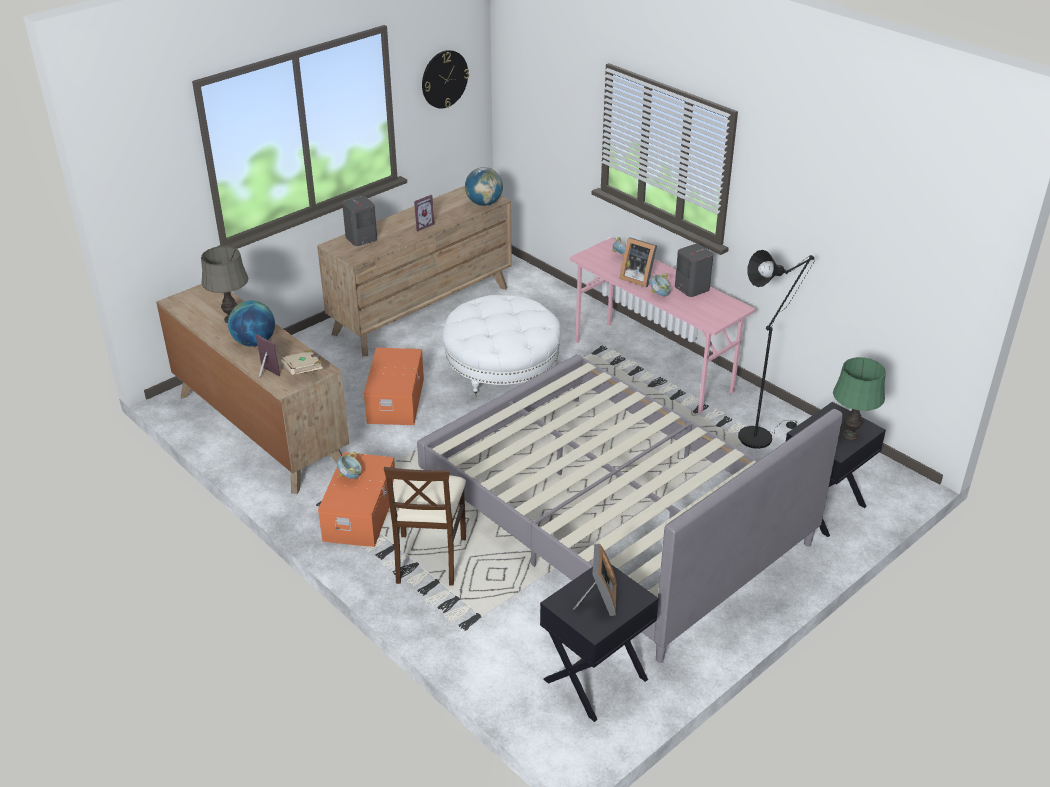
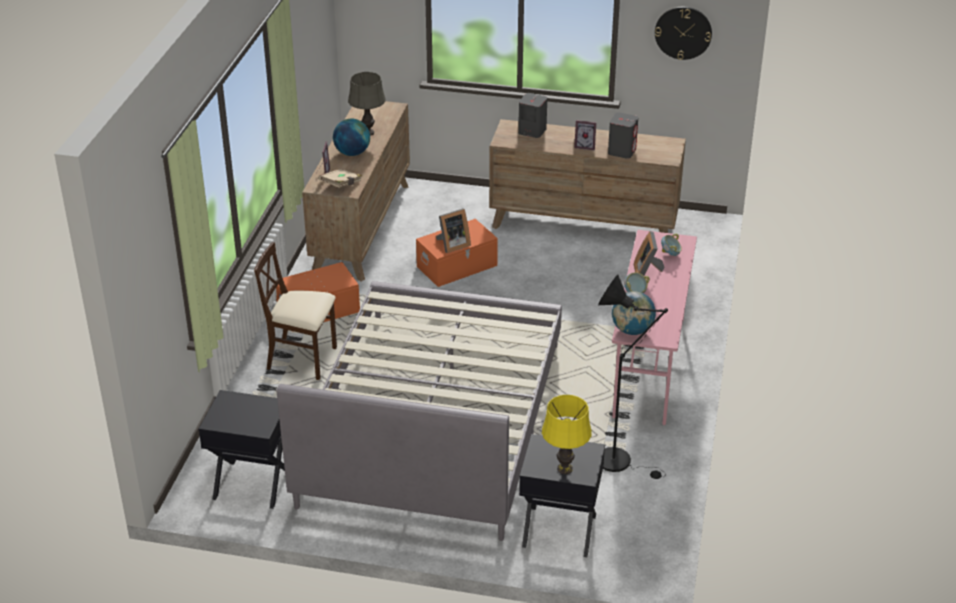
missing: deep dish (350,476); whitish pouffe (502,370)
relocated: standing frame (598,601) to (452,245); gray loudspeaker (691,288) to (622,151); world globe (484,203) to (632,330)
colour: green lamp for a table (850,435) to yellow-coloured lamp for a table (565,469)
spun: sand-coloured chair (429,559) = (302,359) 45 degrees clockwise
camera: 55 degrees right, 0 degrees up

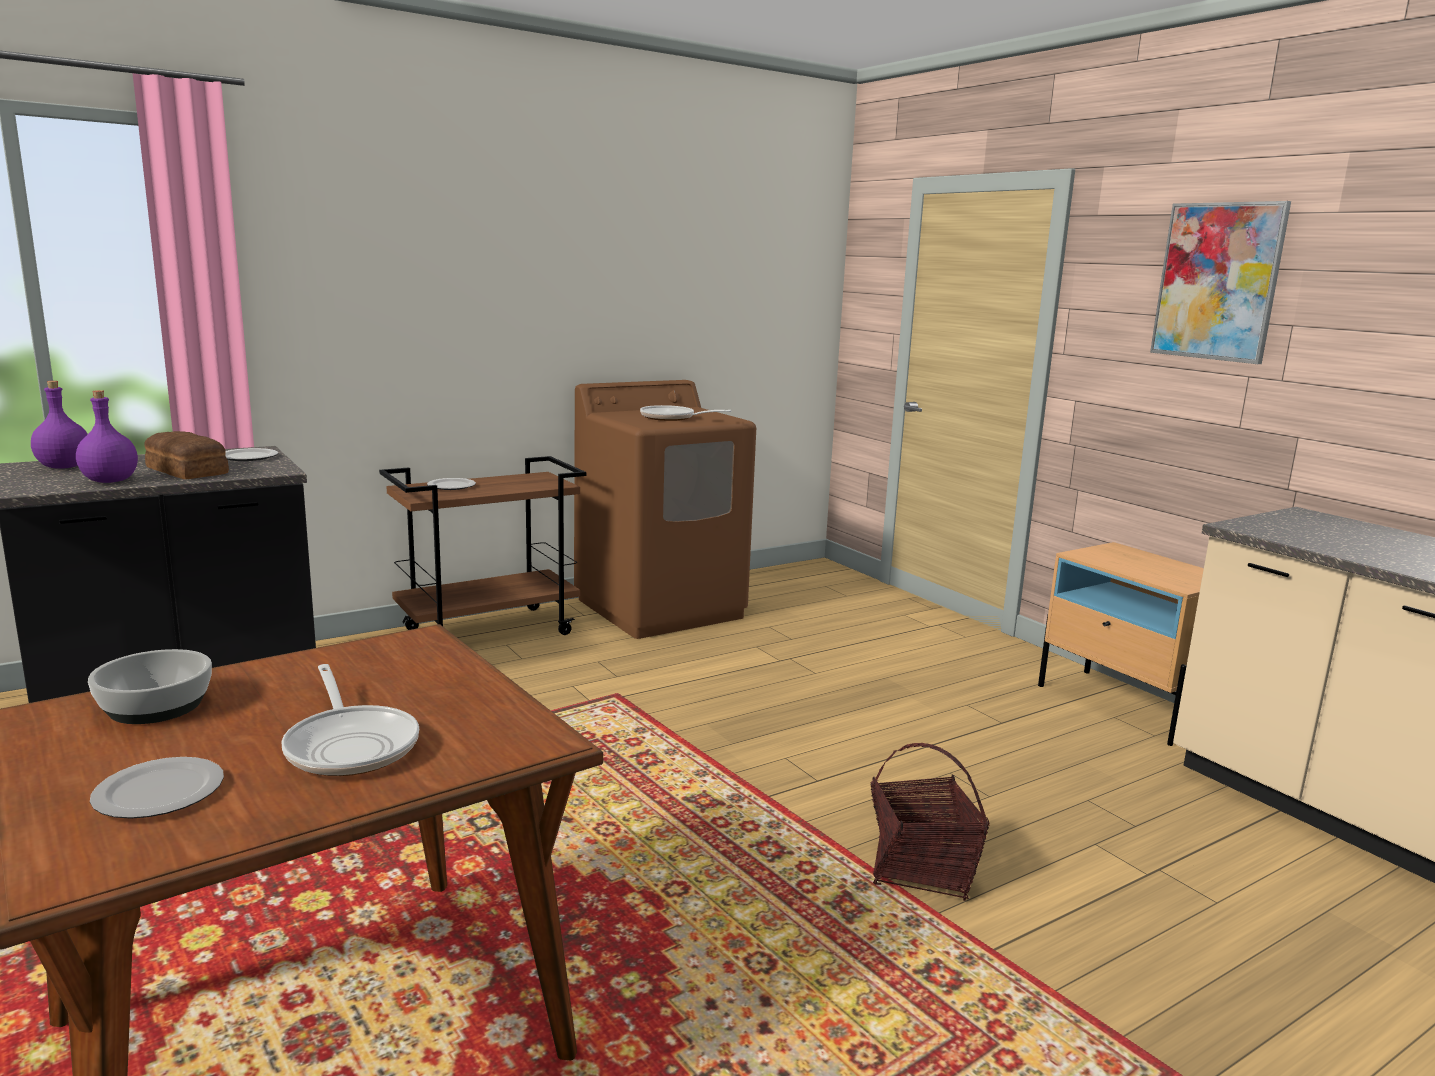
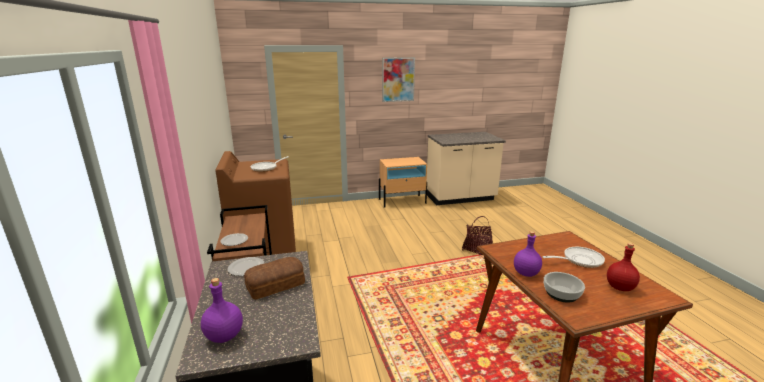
relocated: purple bottle (109,481) to (525,273)
exchanged: plate (159,793) to red-coloured bottle (620,287)
camera: 70 degrees left, 5 degrees up

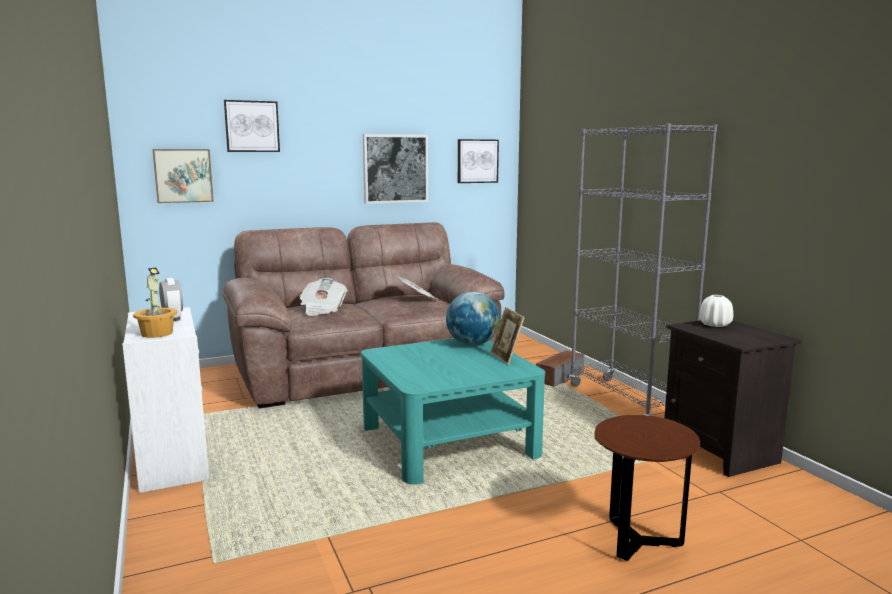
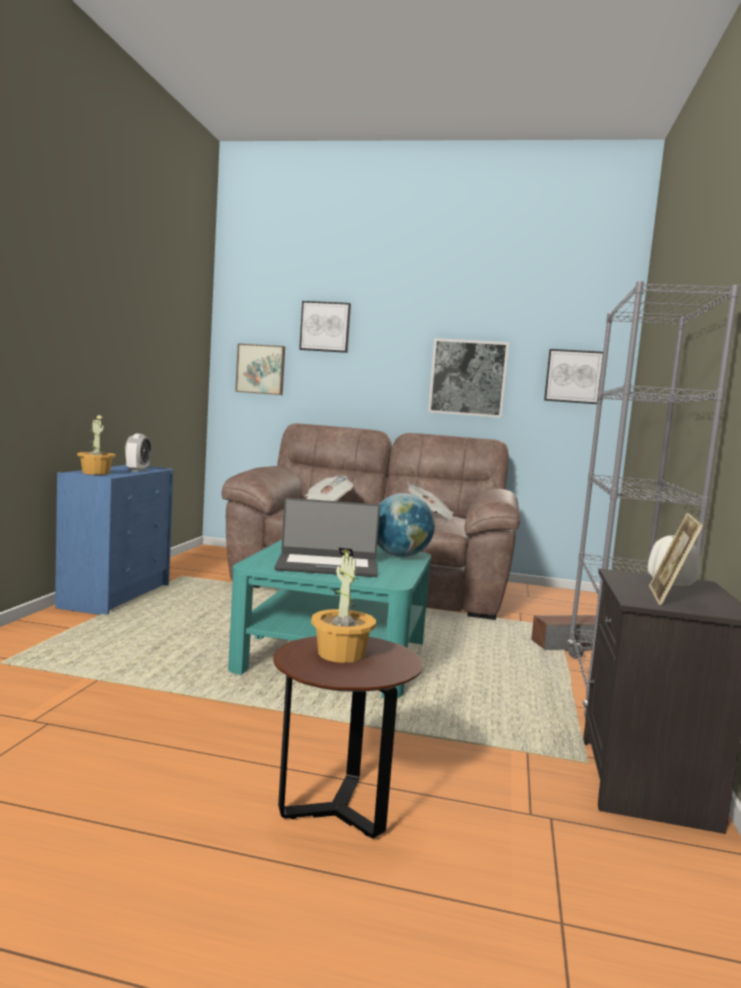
appeared: notebook computer (327,566); houseplant (341,654)
relocated: standing frame (506,358) to (668,598)
colour: whitish chest of drawers (172,457) to blue-coloured chest of drawers (117,595)
camera: 35 degrees right, 5 degrees down

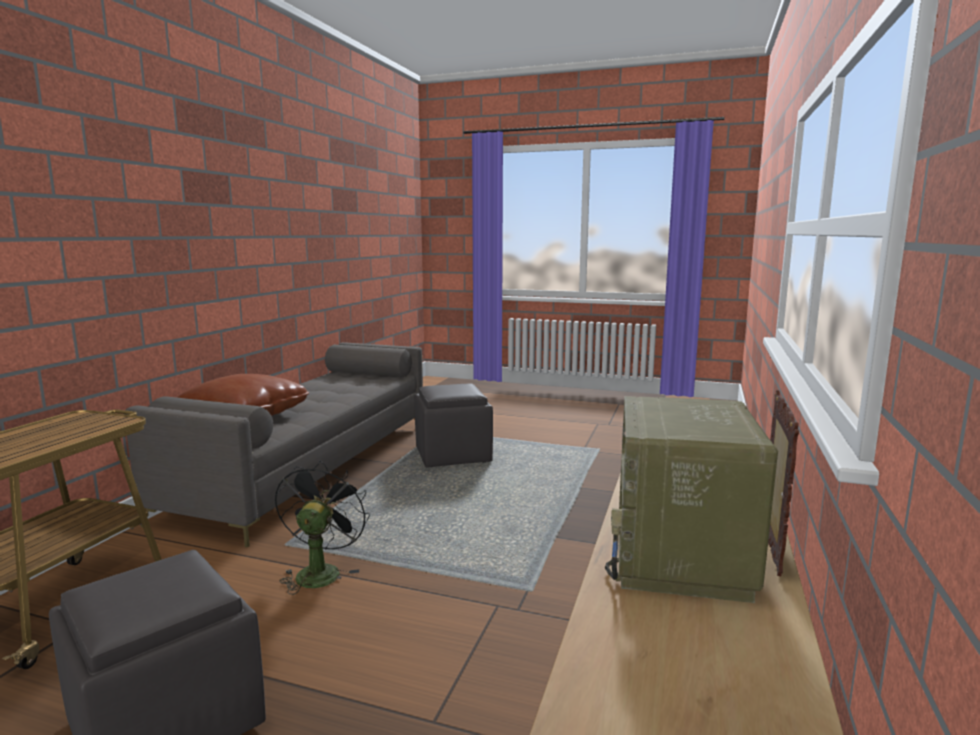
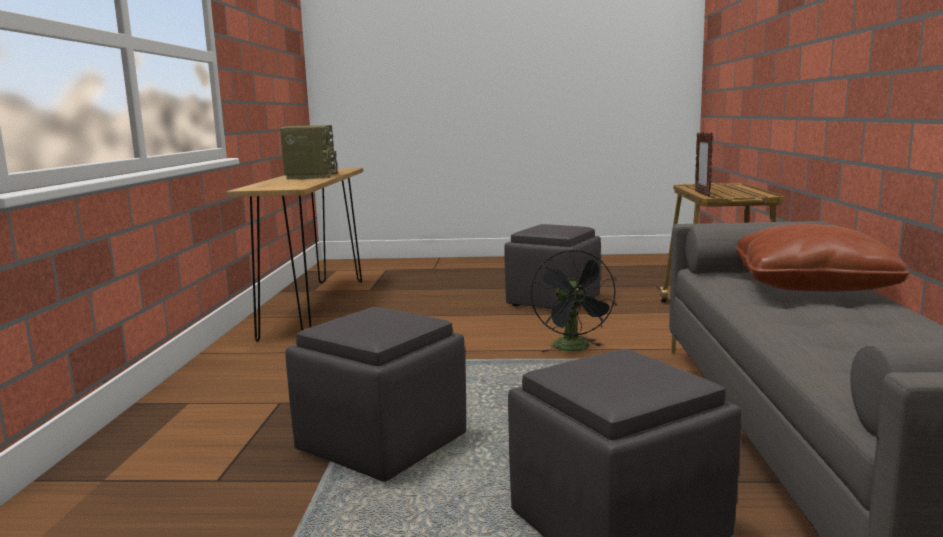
appeared: gray pouffe (380,444)
relocated: standing frame (770,549) to (702,194)
camera: 165 degrees right, 0 degrees up

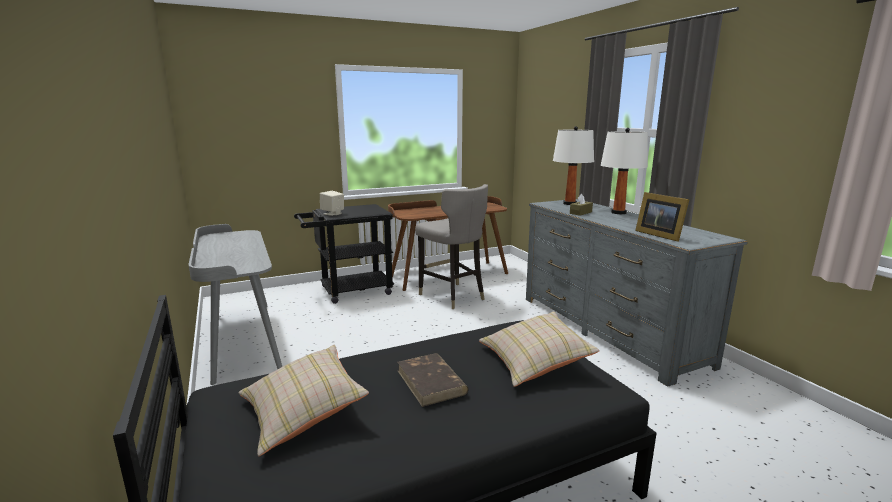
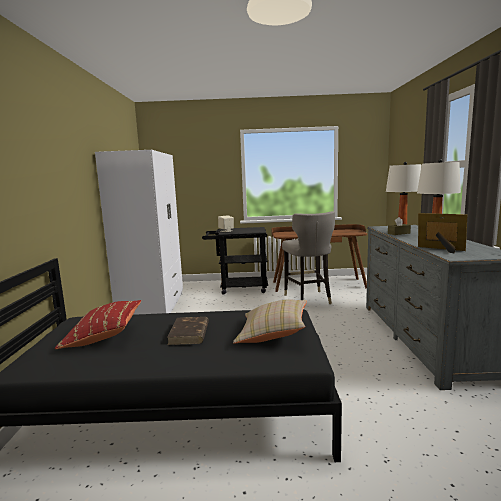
exchanged: gray desk (242,339) to whitish wardrobe (153,307)
colour: sand-coloured throw pillow (303,413) to red-coloured throw pillow (103,336)
spun: standing frame (658,235) = (441,249) 135 degrees clockwise
camera: 25 degrees right, 5 degrees down

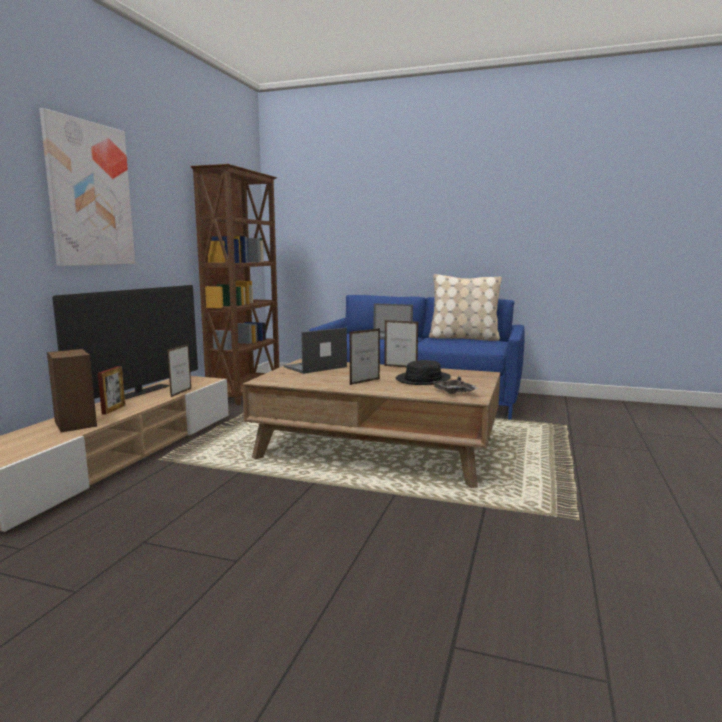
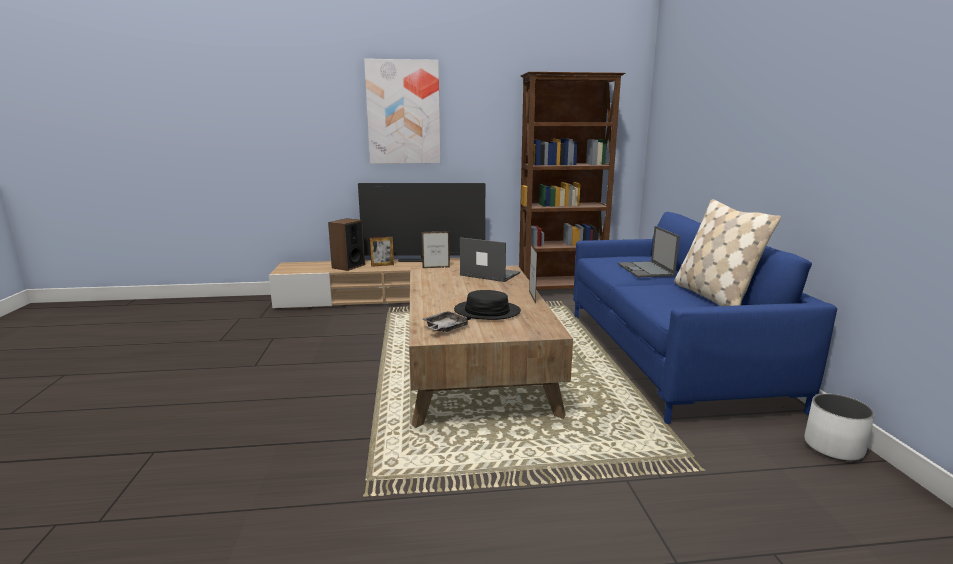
missing: standing frame (365,382)
appeared: whitish flower pot (834,448)
camera: 65 degrees right, 5 degrees up

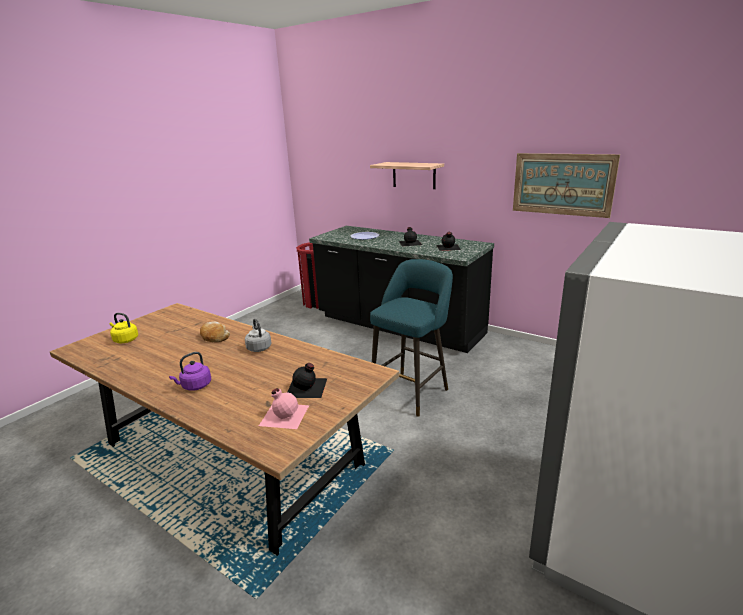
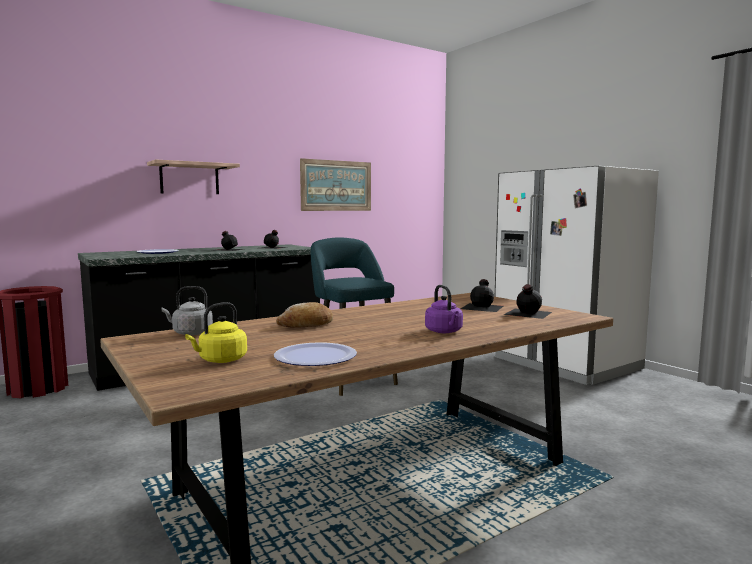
appeared: plate (315,357)
relocated: gray kettle (258,347) to (190,333)
colour: pink-coloured bottle (284,414) to black bottle (527,313)
camera: 70 degrees left, 15 degrees down

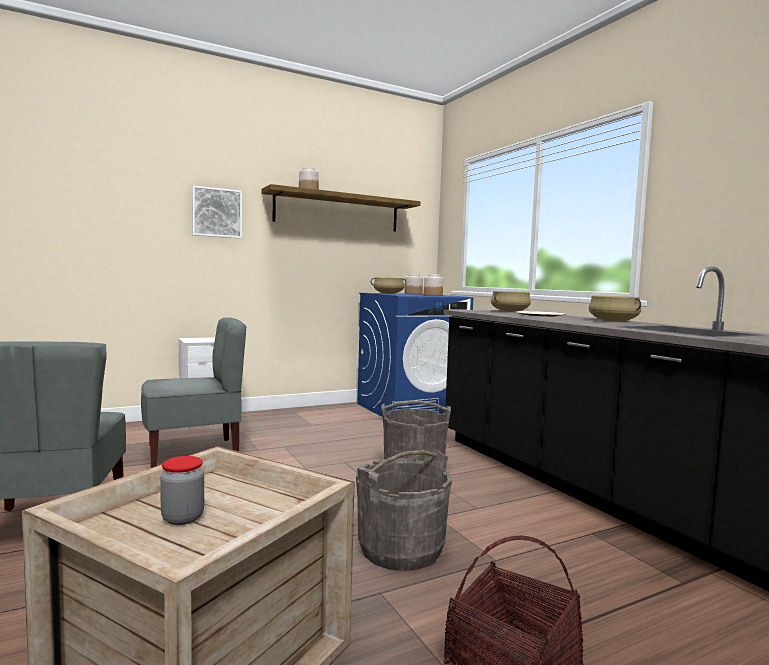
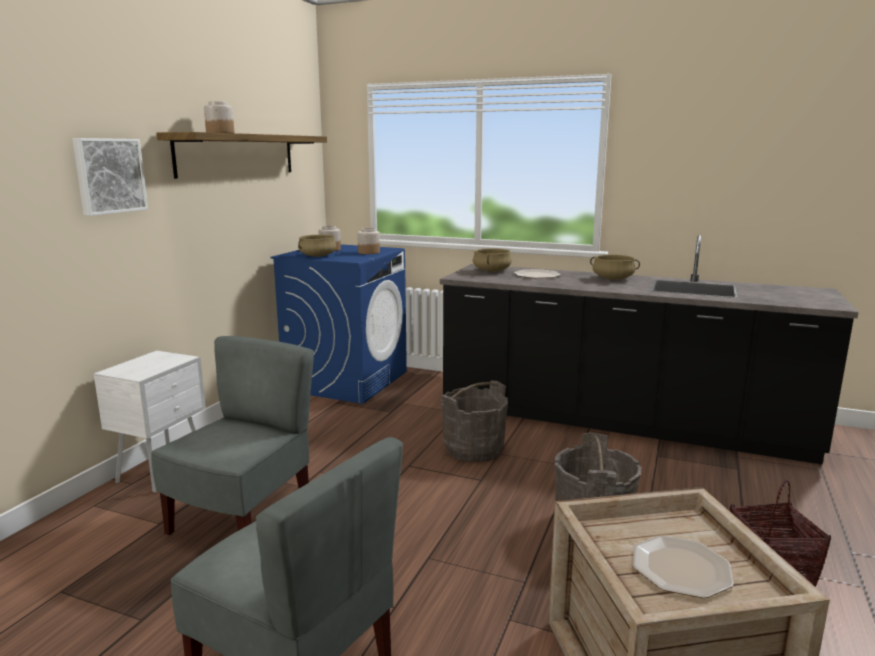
exchanged: storage jar (182,518) to plate (681,568)
camera: 40 degrees left, 10 degrees up

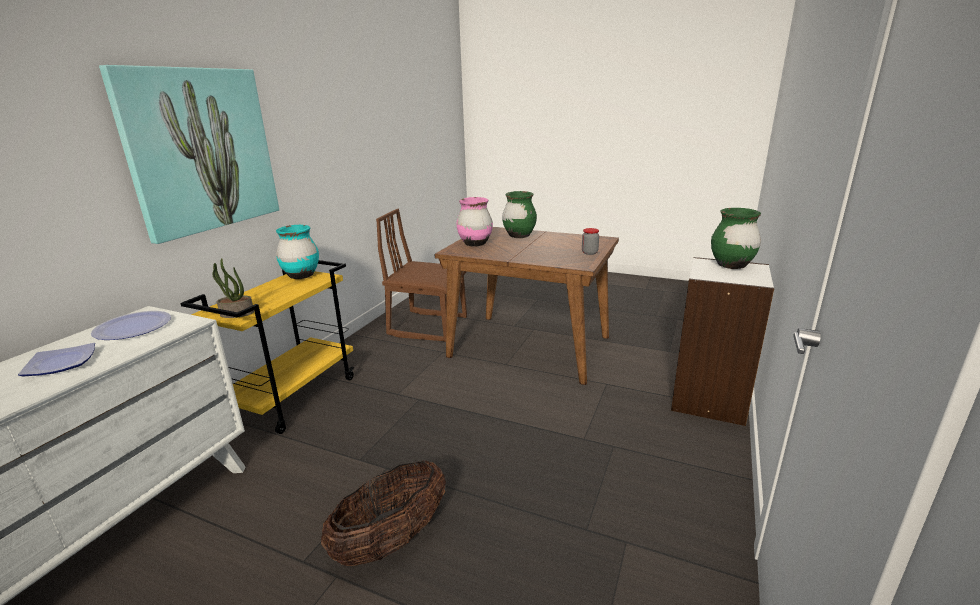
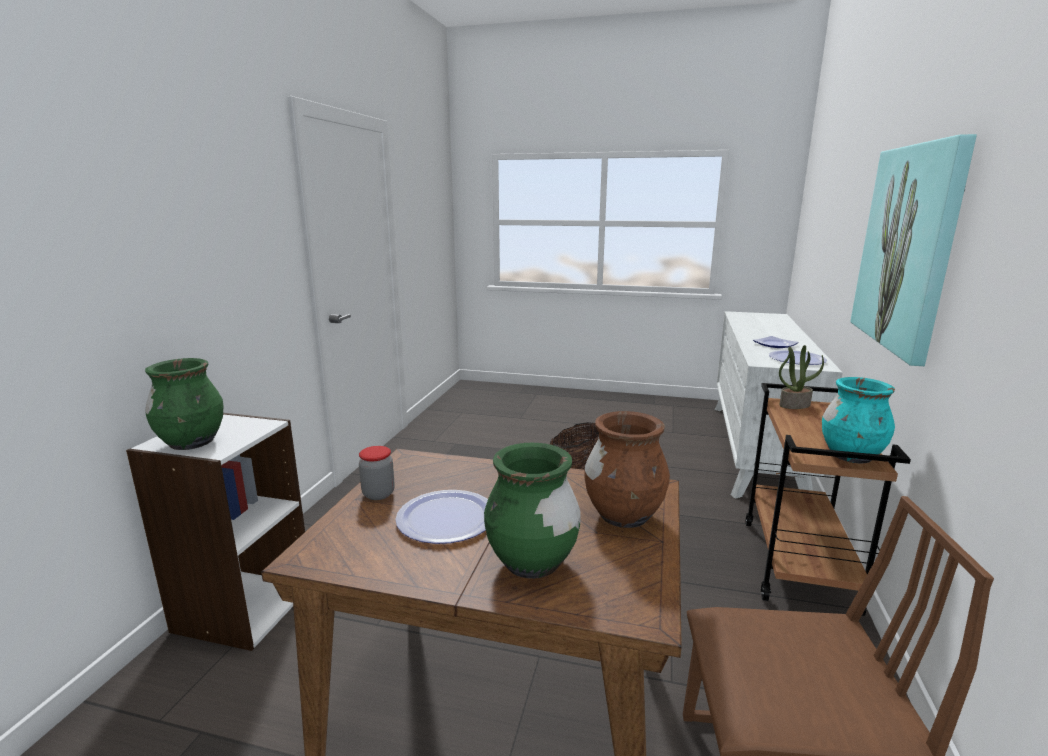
appeared: plate (446,518)
colour: pink-coloured decorative vase (475,244) to brownish decorative vase (624,516); yellow-coloured trolley (294,396) to brownish trolley (798,565)
camera: 170 degrees right, 5 degrees down

